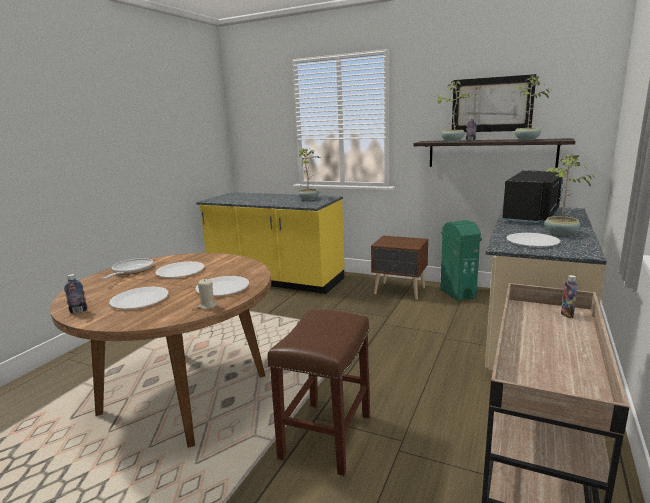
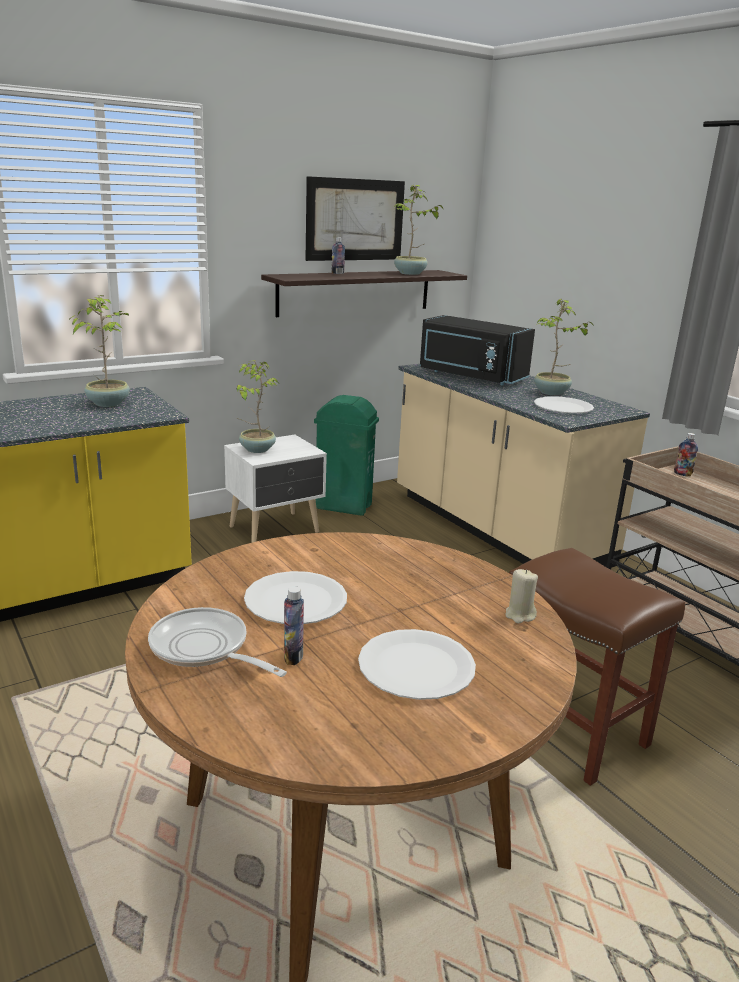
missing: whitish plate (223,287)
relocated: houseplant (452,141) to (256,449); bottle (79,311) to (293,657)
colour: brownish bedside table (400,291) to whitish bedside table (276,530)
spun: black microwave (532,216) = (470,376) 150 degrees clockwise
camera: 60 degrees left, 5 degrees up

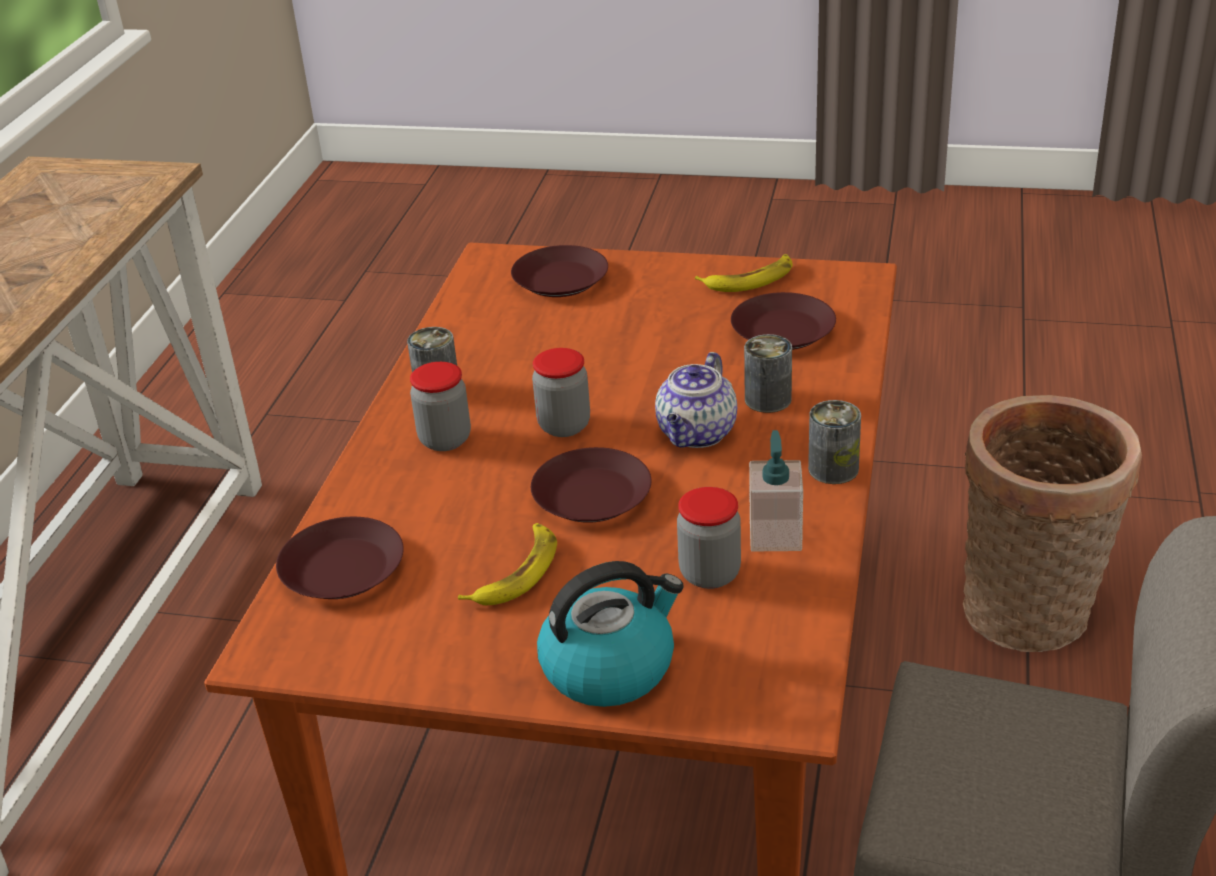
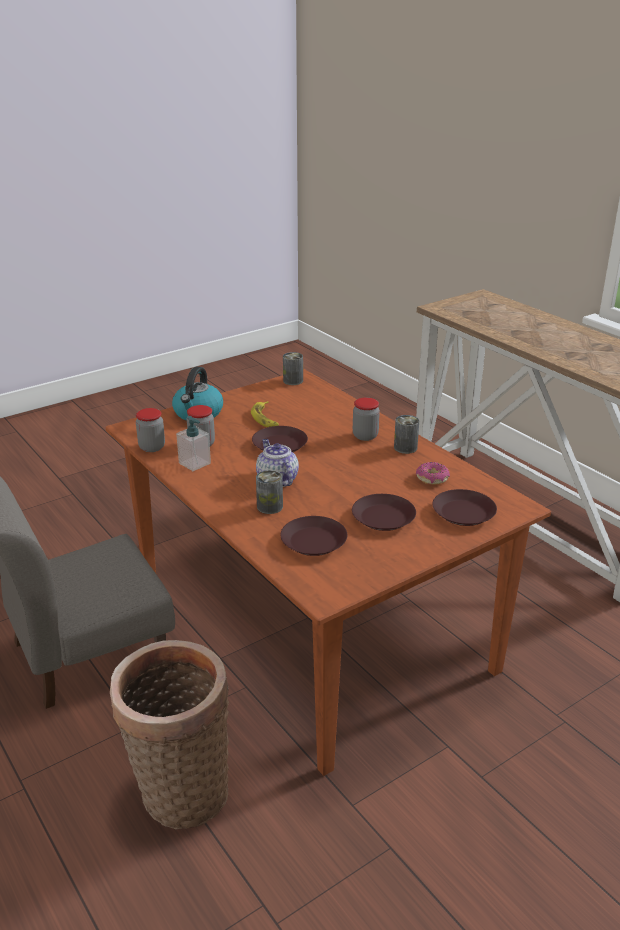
missing: whole banana (749,279)
appeared: donut (432,478)
relocated: storage jar (564,425) to (152,447); sealed can (833,469) to (293,381); brownish plate (341,568) to (384,517)
camera: 130 degrees right, 5 degrees down

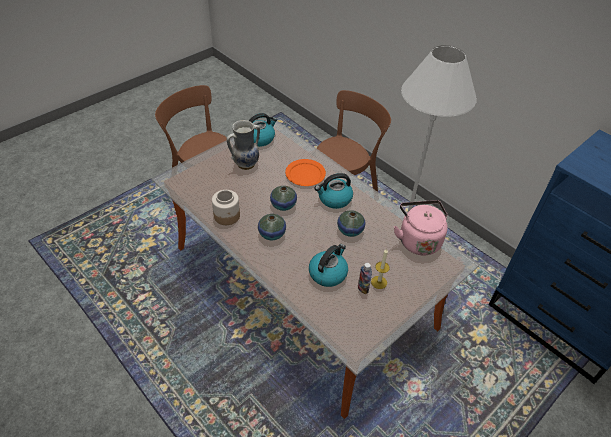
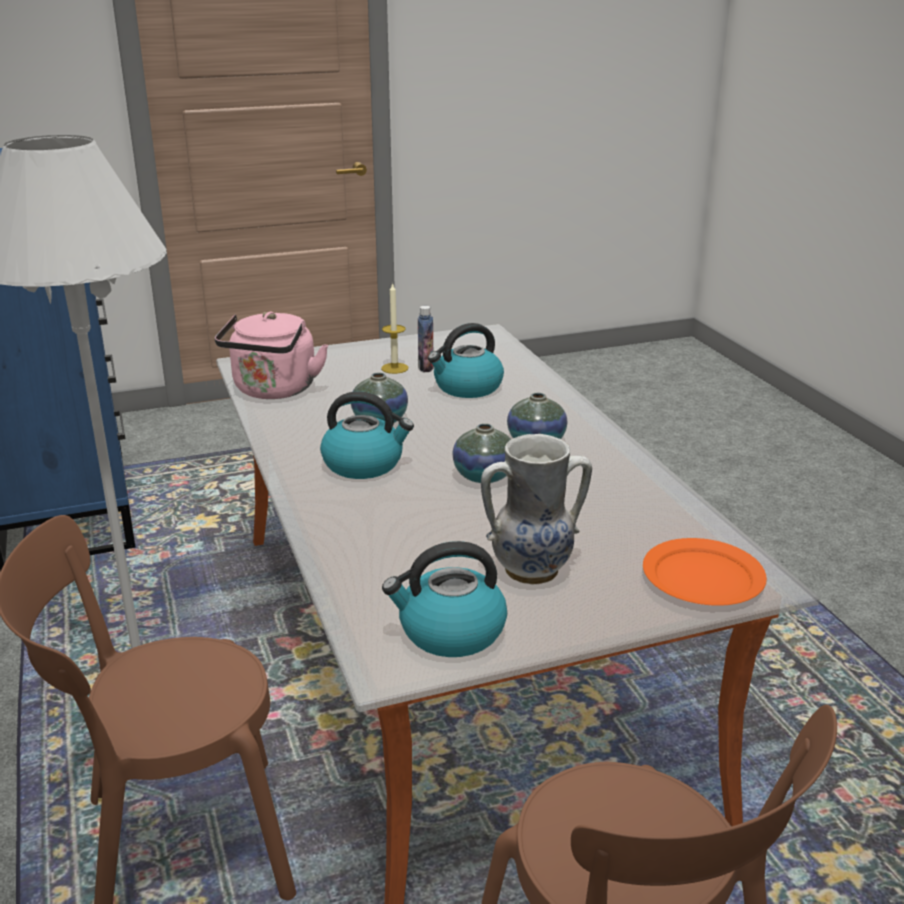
missing: storage jar (227,216)
relocated: orange-coloured plate (305,174) to (702,578)
camera: 155 degrees left, 20 degrees down

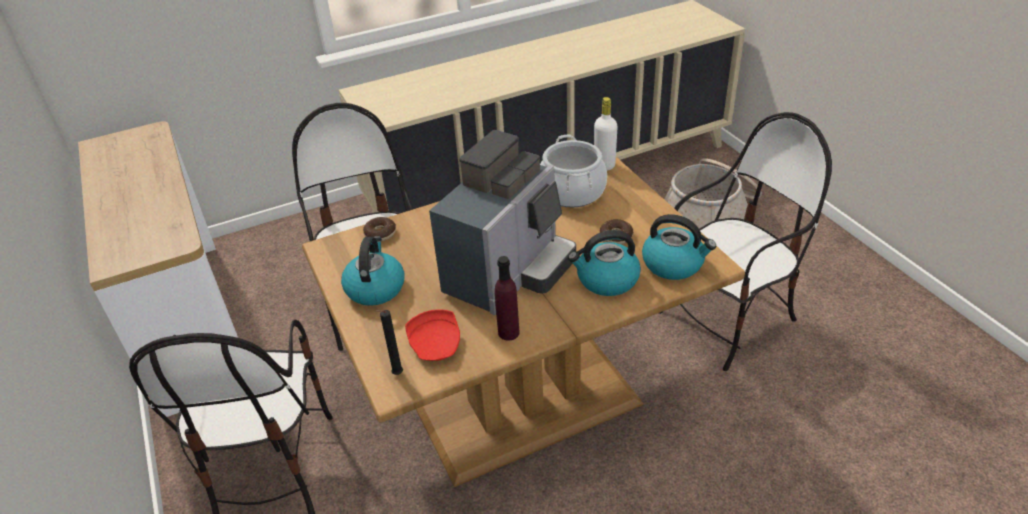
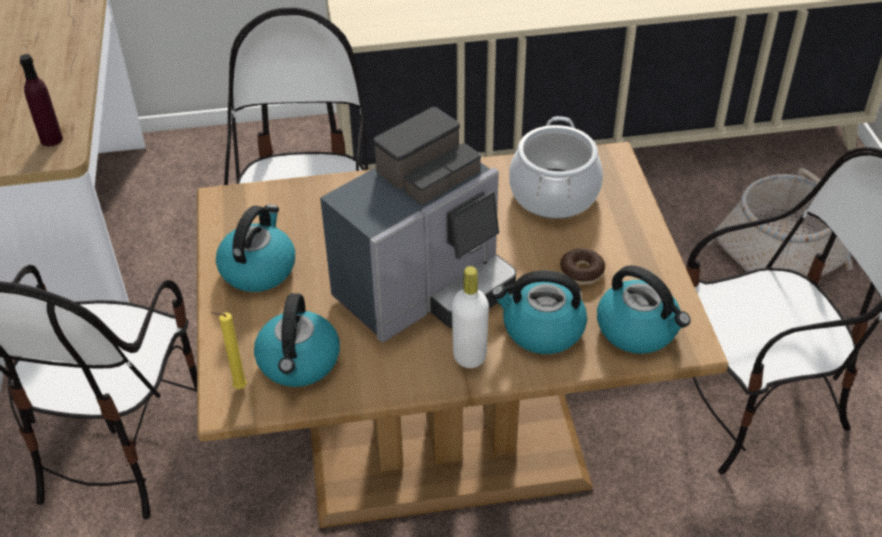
missing: donut (380,233)
relocated: purple bottle (508,332) to (51,139); whitish bottle (604,165) to (469,356)
exchanged: red-coloured plate (436,345) to kettle (299,362)
colour: black wax light (396,374) to yellow-coloured wax light (238,388)
camera: 15 degrees right, 5 degrees up

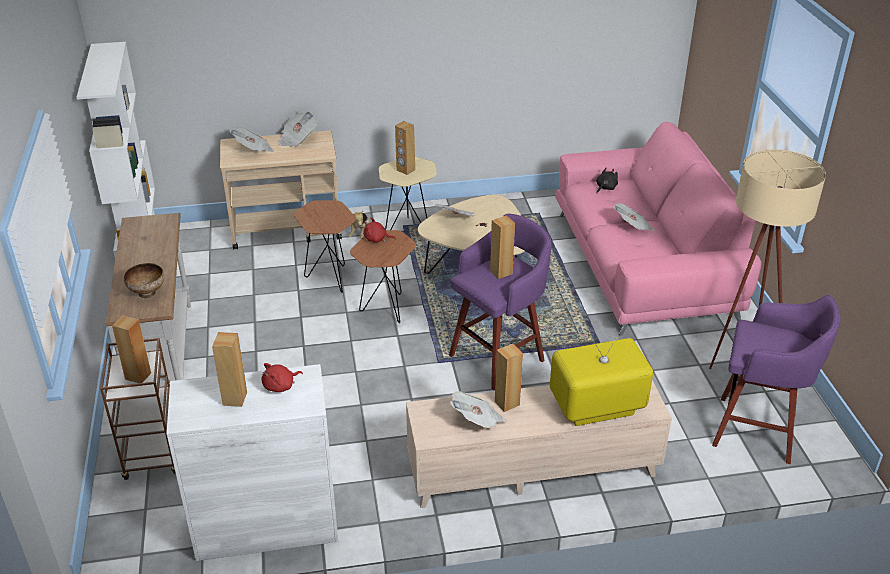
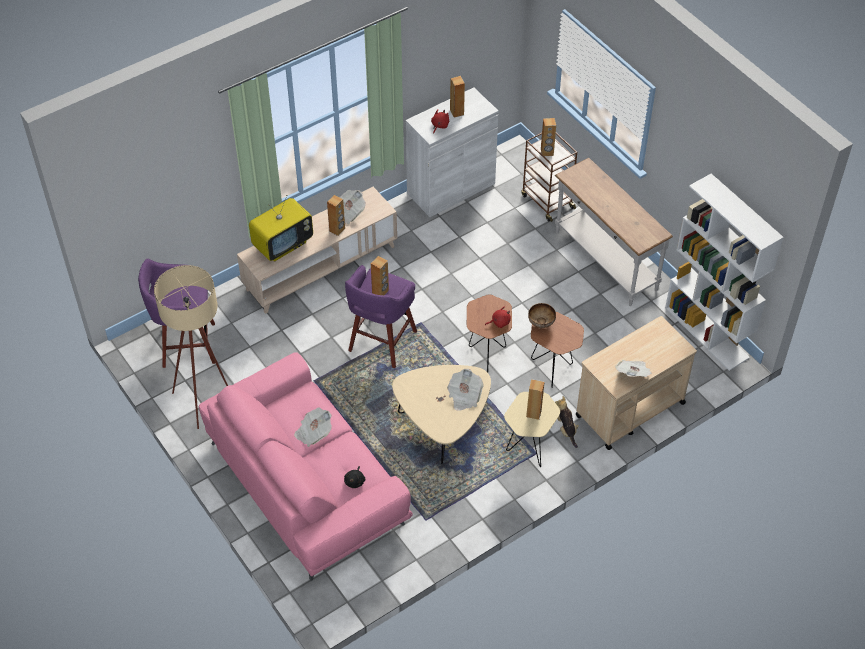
missing: daily paper (253,150)
relocated: deep dish (148,293) to (540,324)
camera: 155 degrees right, 15 degrees up

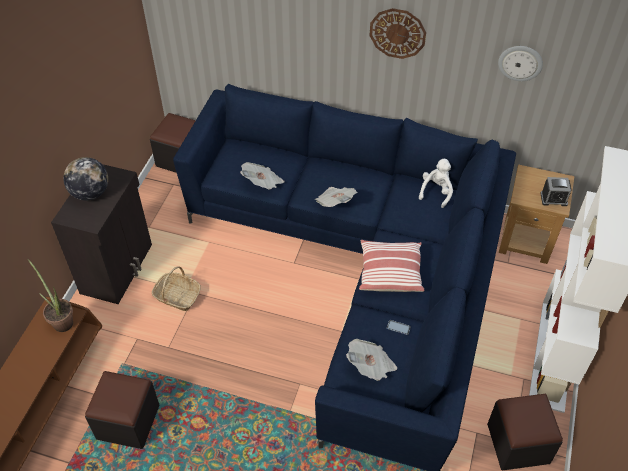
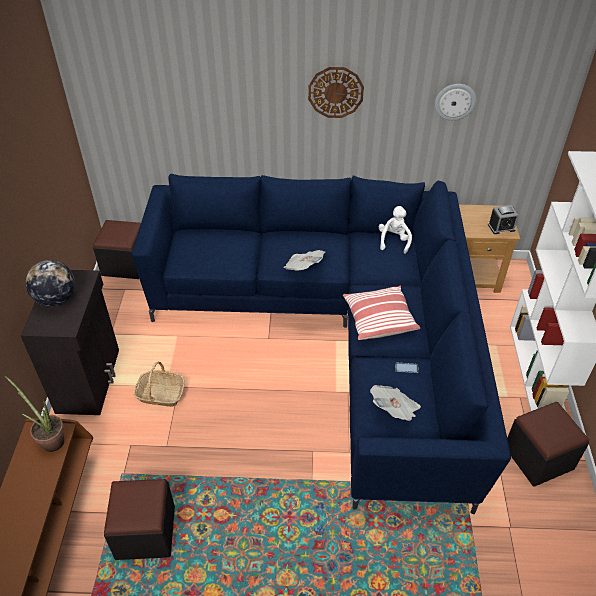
missing: daily paper (263,183)
camera: 15 degrees left, 5 degrees down

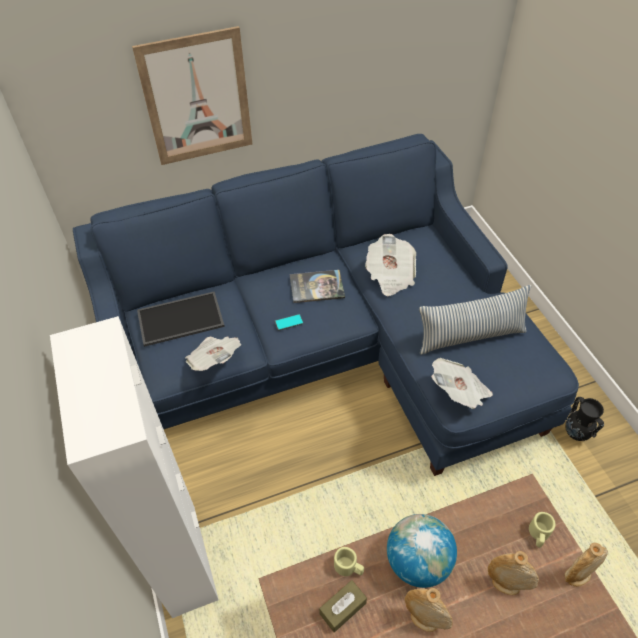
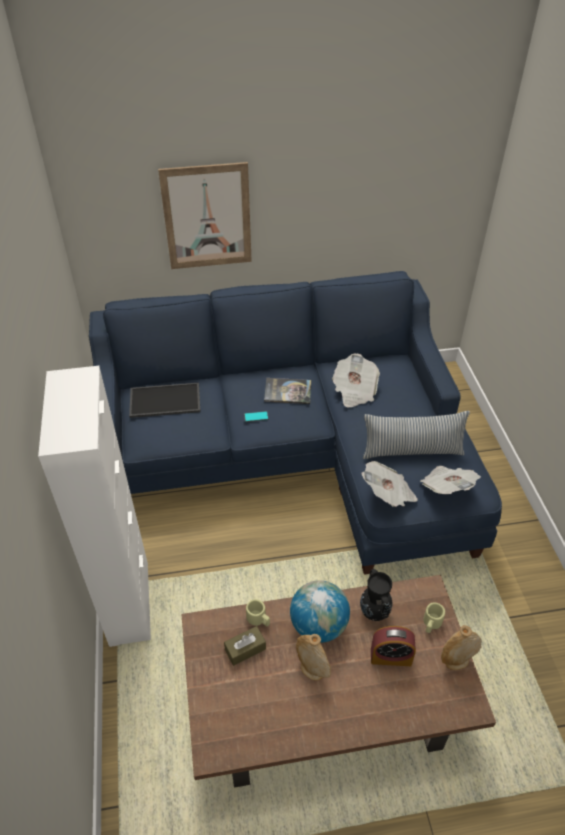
relocated: black decorative vase (576,434) to (374,613); daily paper (214,360) to (447,488)
exchanged: sand-coloured decorative vase (506,584) to alarm clock (391,657)
camera: 10 degrees right, 5 degrees down

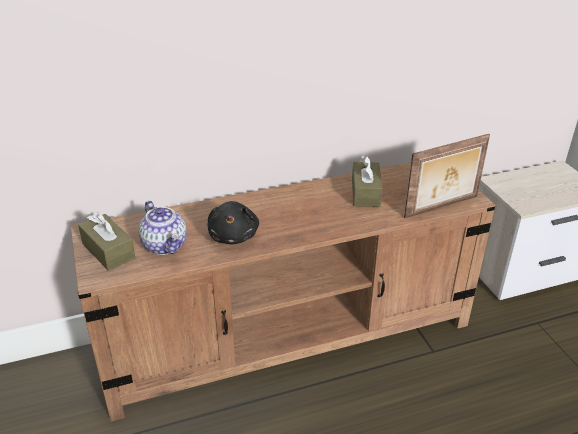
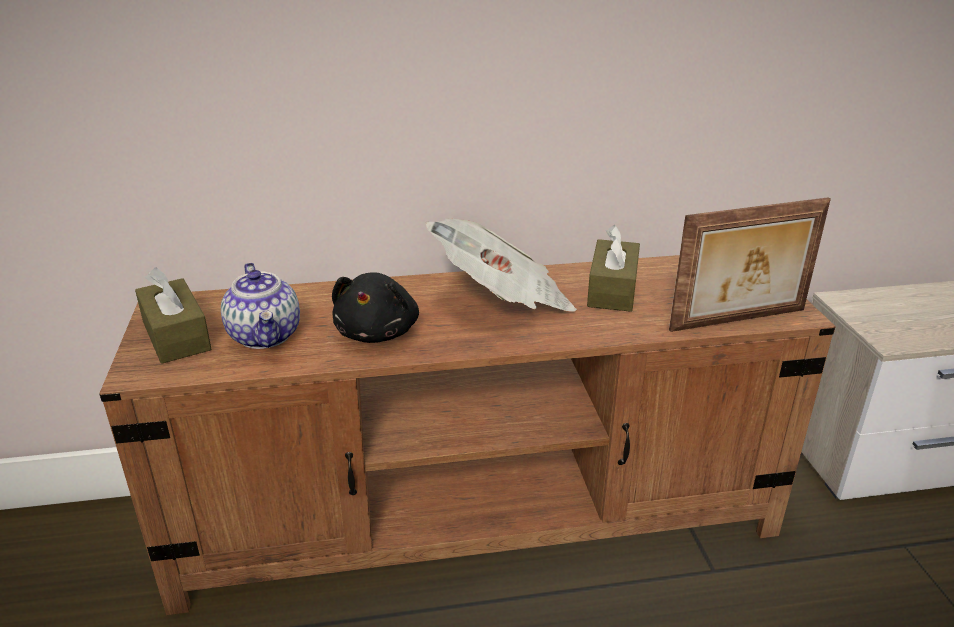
appeared: daily paper (503,300)
camera: 10 degrees right, 5 degrees down

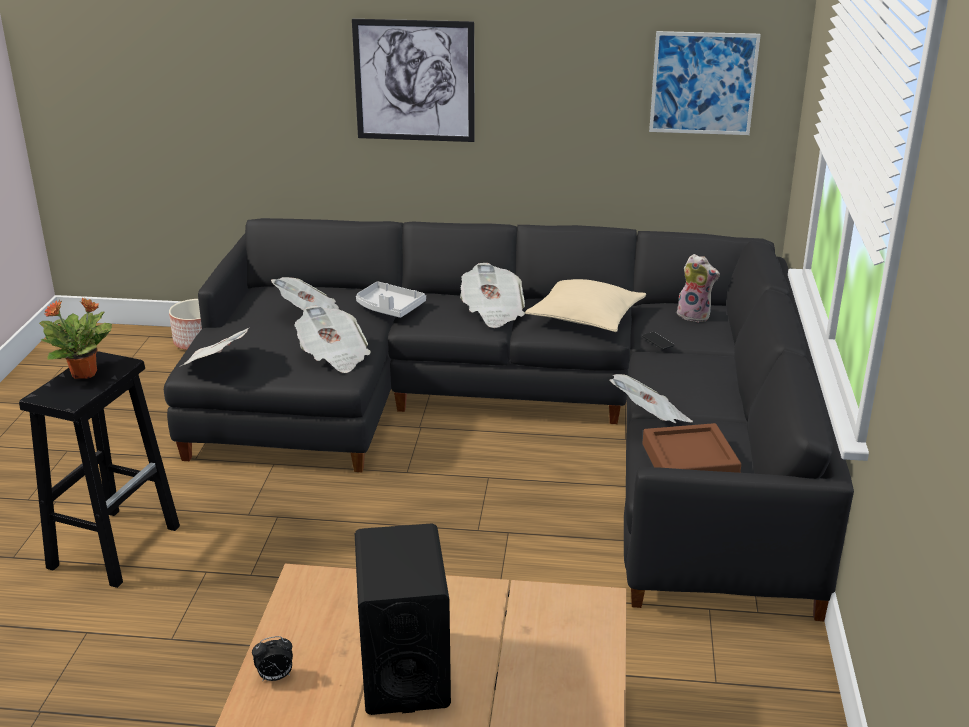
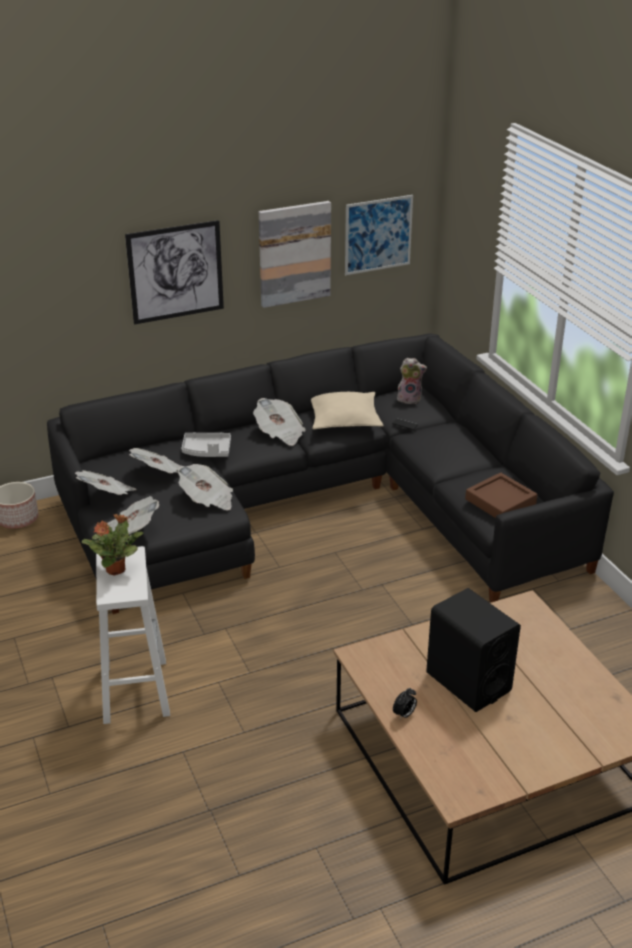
appeared: wall art (294,253)
relocated: daily paper (649,419) to (107,495)
colour: black stool (115,545) to whitish stool (135,689)
camera: 30 degrees left, 5 degrees up

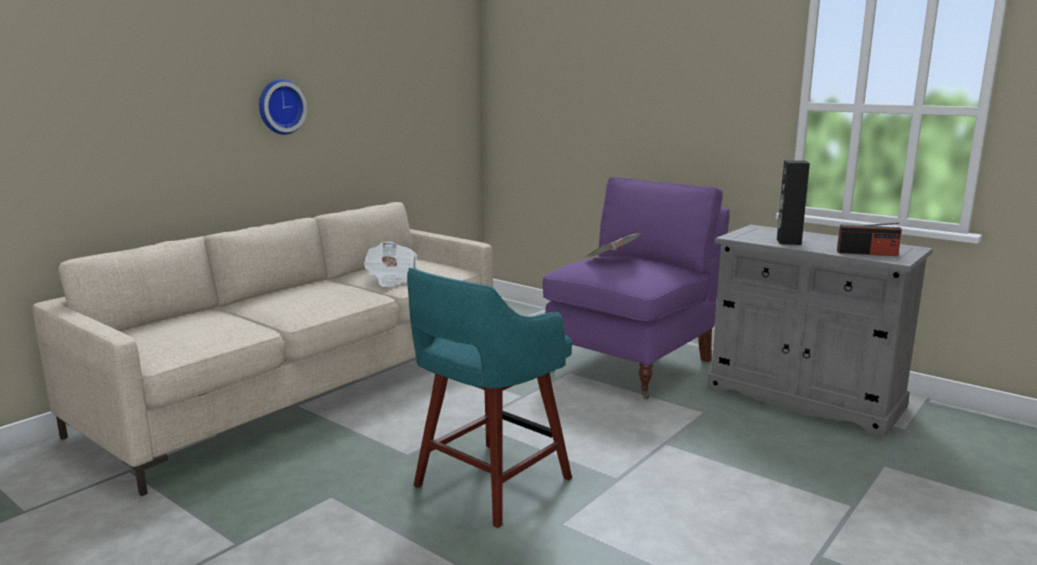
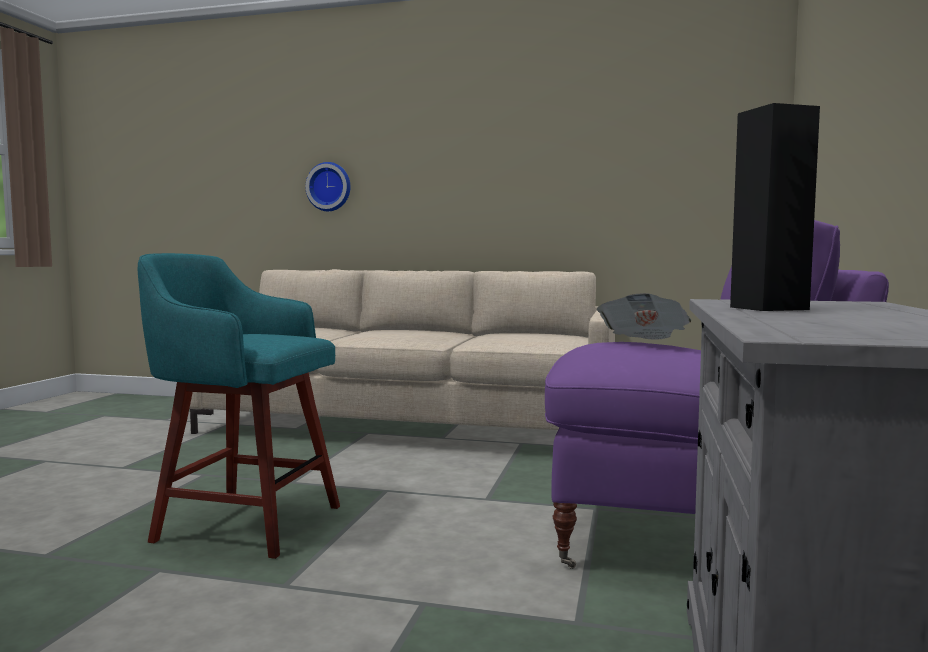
missing: daily paper (391,279); radio receiver (867,253)
relocated: hanging clock (280,106) to (329,187)
camera: 65 degrees right, 10 degrees down

